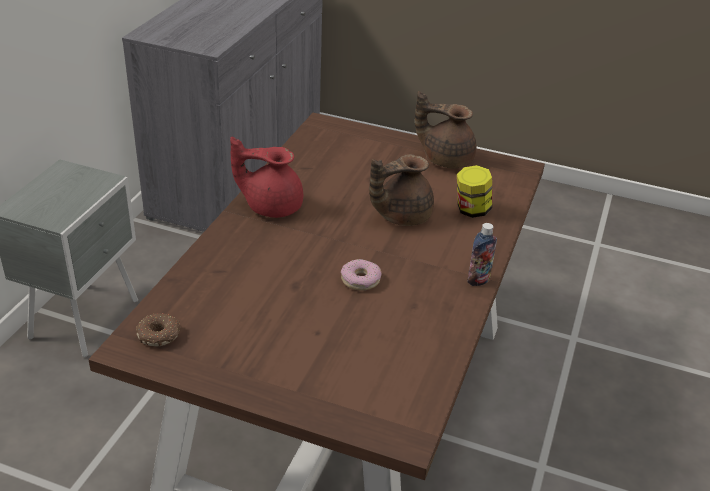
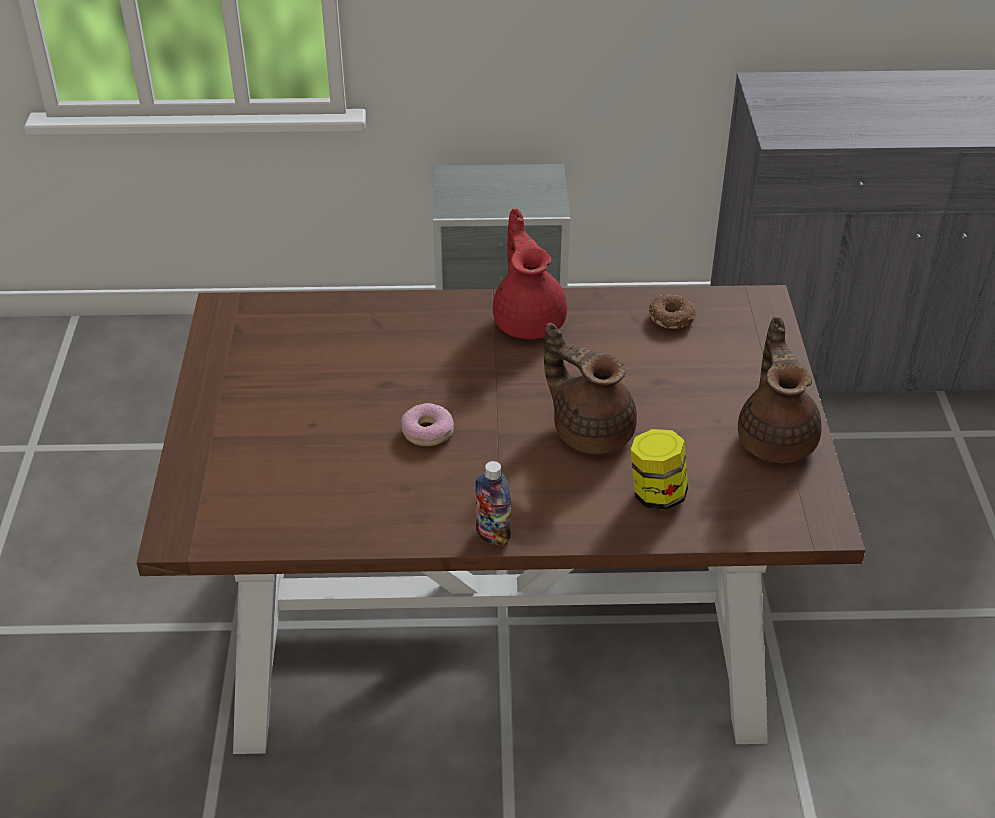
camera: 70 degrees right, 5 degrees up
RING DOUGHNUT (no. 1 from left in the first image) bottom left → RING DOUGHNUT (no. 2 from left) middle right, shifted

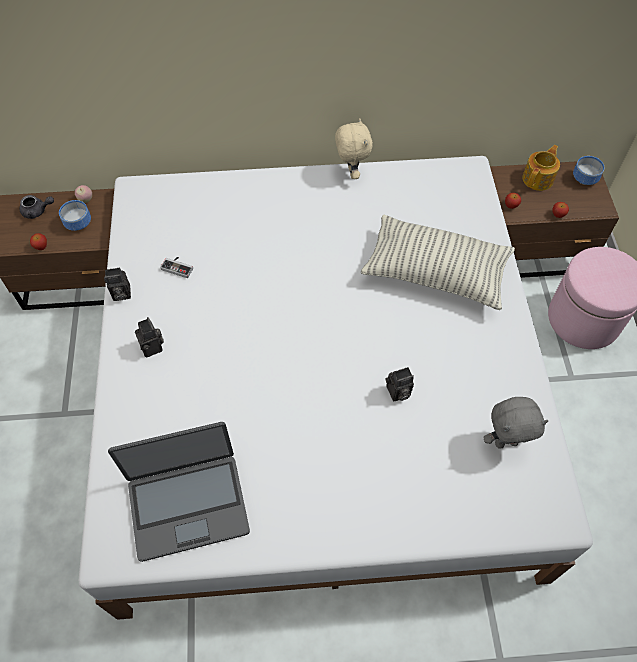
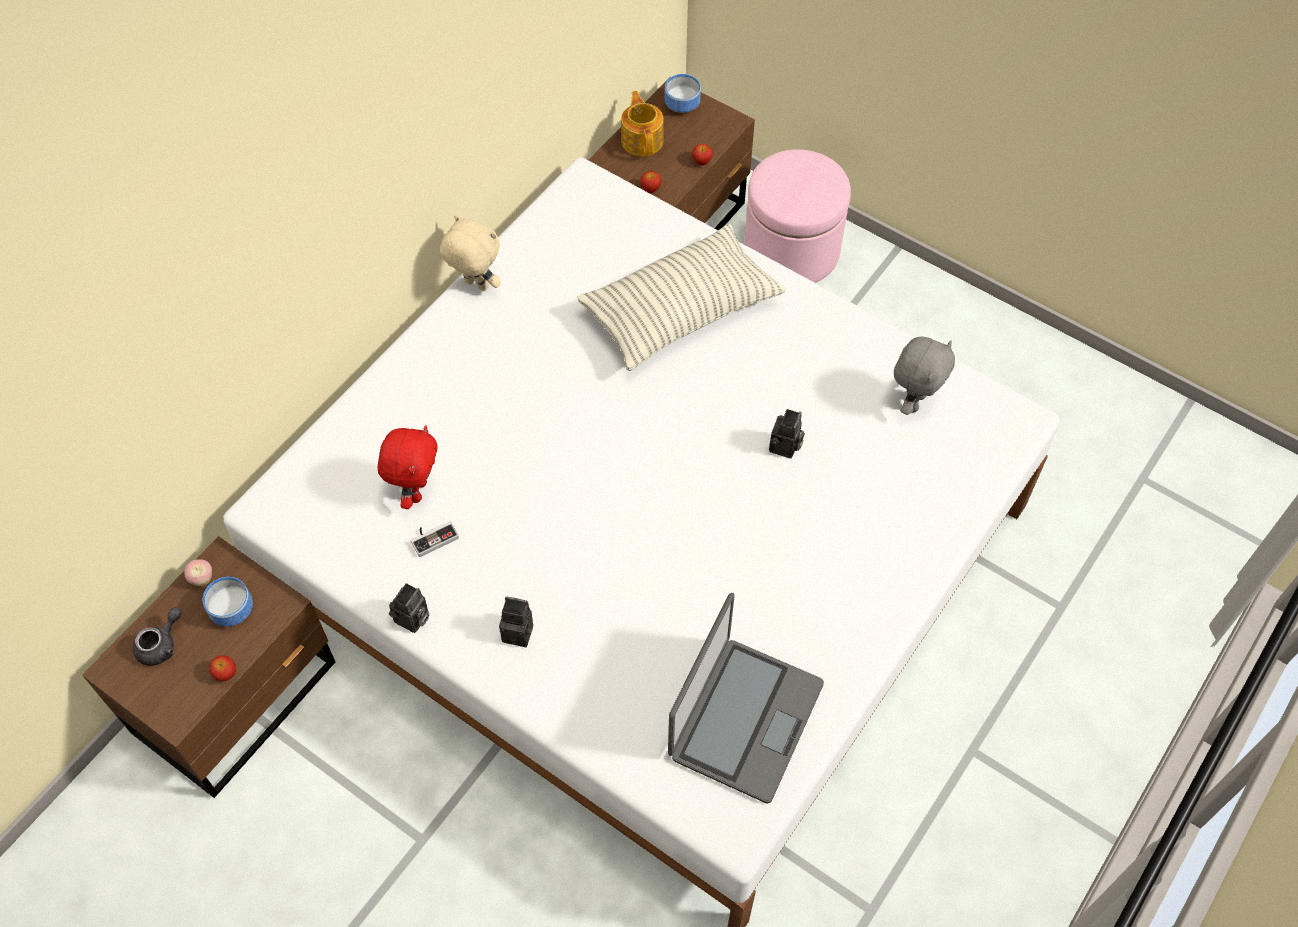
camera: 50 degrees left, 0 degrees up
- → REDDISH PLUSH TOY middle left

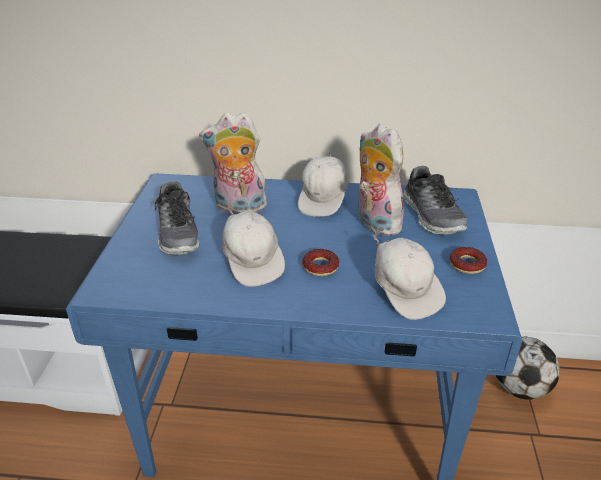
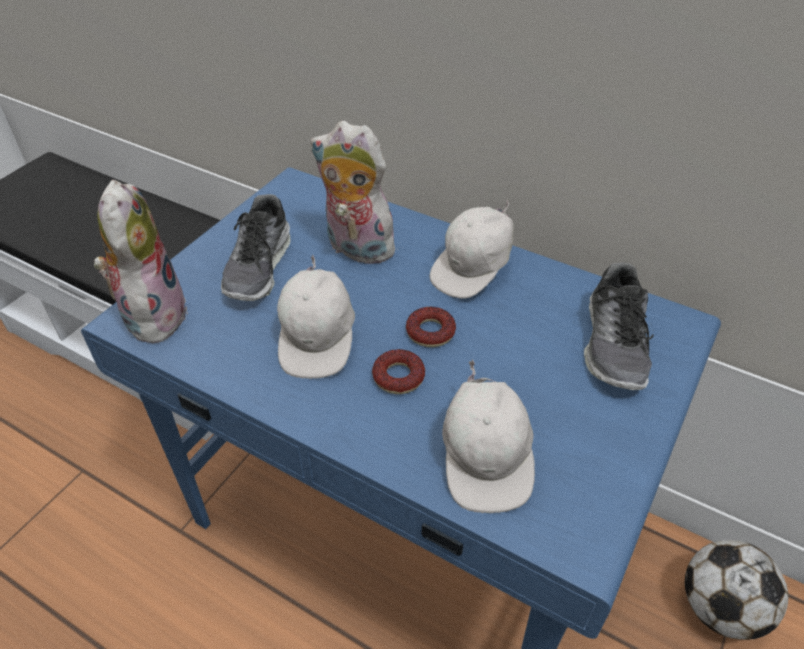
camera: 25 degrees right, 10 degrees up
PLUSH TOY (no. 2 from left in the first image) centre → PLUSH TOY (no. 1 from left) middle left, shifted
RING DOUGHNUT (no. 2 from left) middle right → RING DOUGHNUT (no. 2 from left) centre, shifted

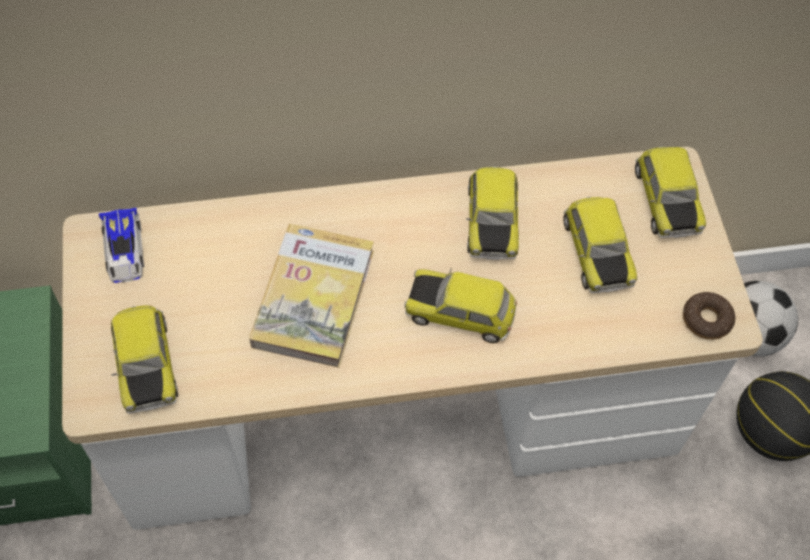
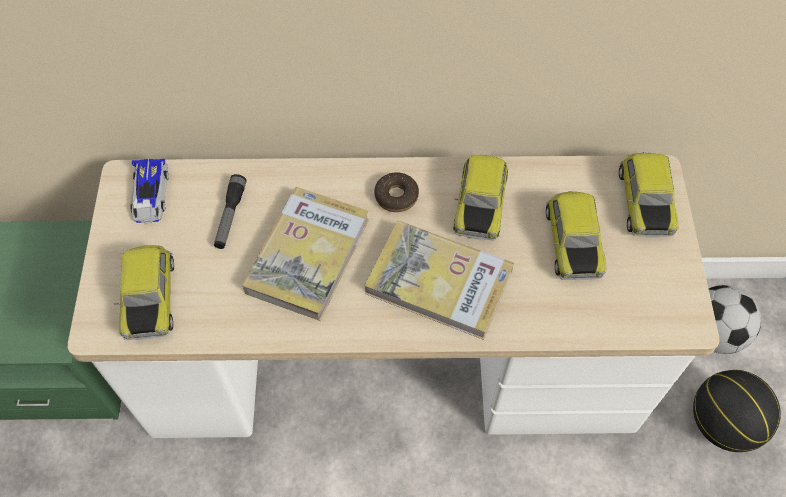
camera: 10 degrees right, 0 degrees up
MODEL CAR (no. 3 from left) centre → VOLUME (no. 2 from left) centre
RING DOUGHNUT middle right → RING DOUGHNUT centre, shifted
- → TORCH middle left

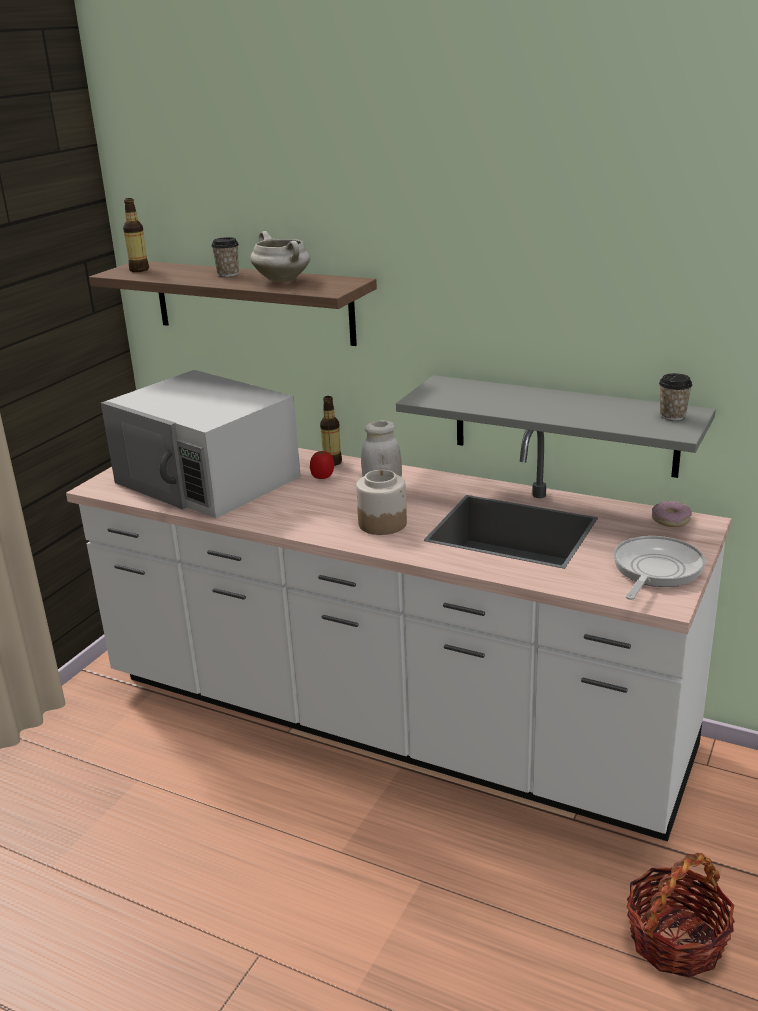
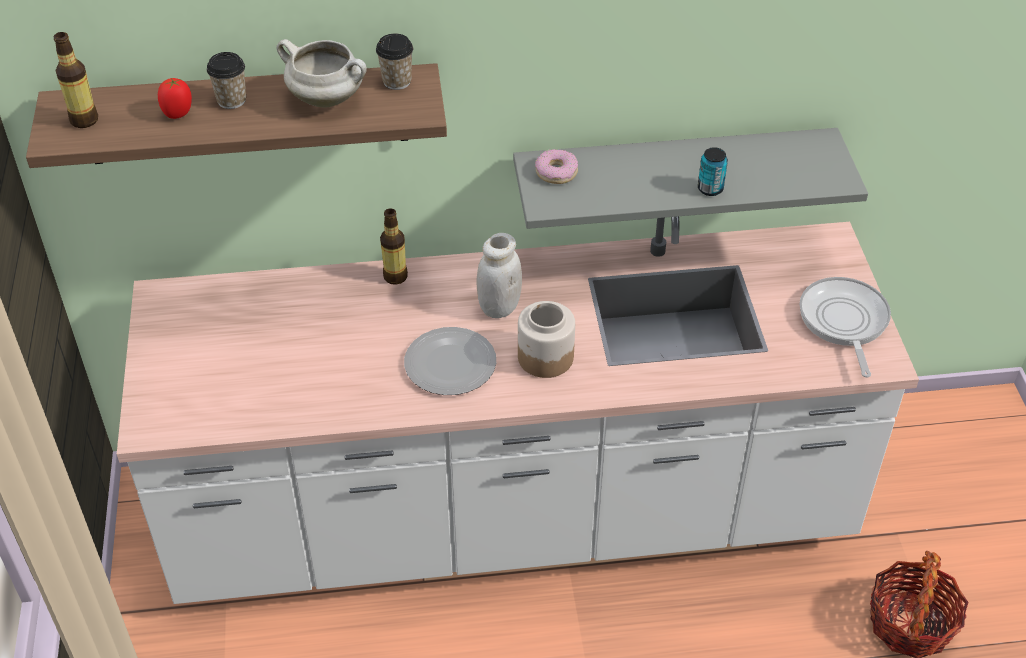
camera: 35 degrees left, 20 degrees up
WHITISH MICROWAVE middle left → -
WHOLE TOMATO centre → WHOLE TOMATO top left, shifted
RING DOUGHNUT middle right → RING DOUGHNUT top centre, shifted
SMALL CUP (no. 2 from left) middle right → SMALL CUP (no. 2 from left) top centre, shifted
- → DINNER PLATE centre
- → SEALED CAN top right

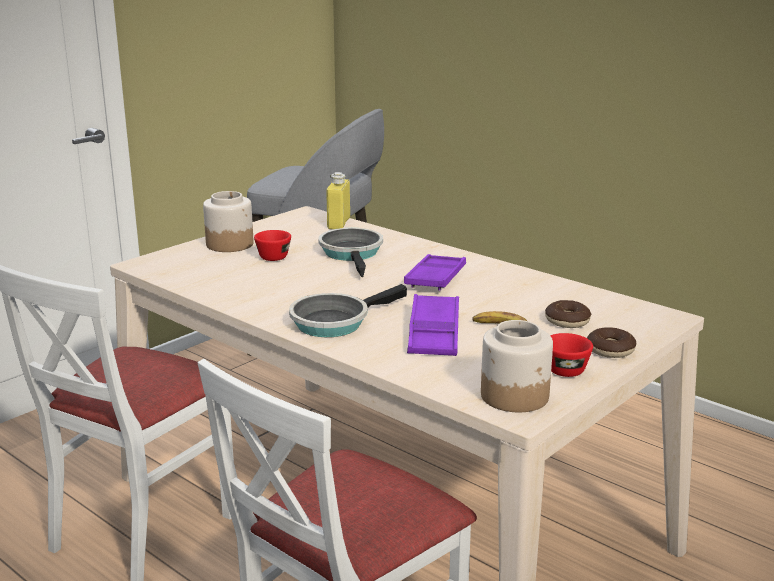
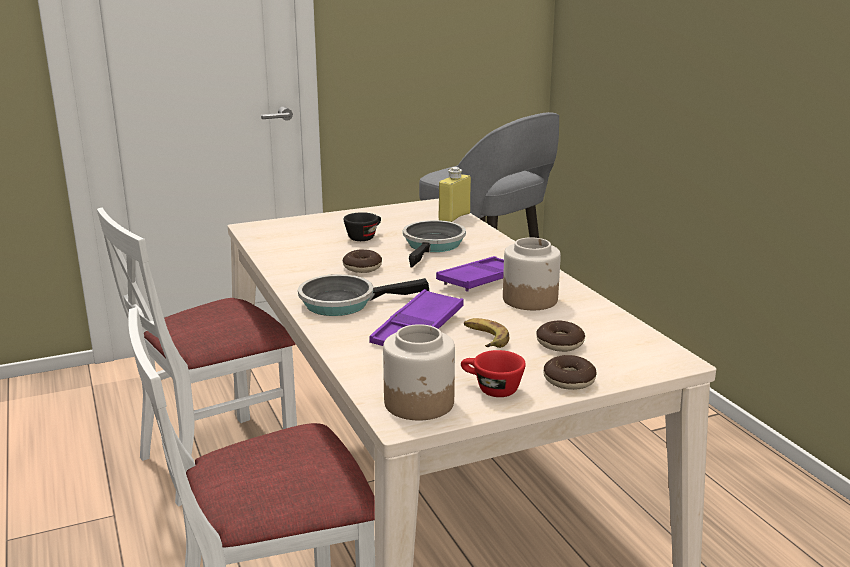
camera: 25 degrees right, 0 degrees up
STORAGE JAR (no. 1 from left in the first image) middle left → STORAGE JAR (no. 2 from left) centre, shifted
REDDISH SMALL CUP (no. 1 from left) centre → BLACKISH SMALL CUP centre
- → RING DOUGHNUT (no. 1 from left) centre

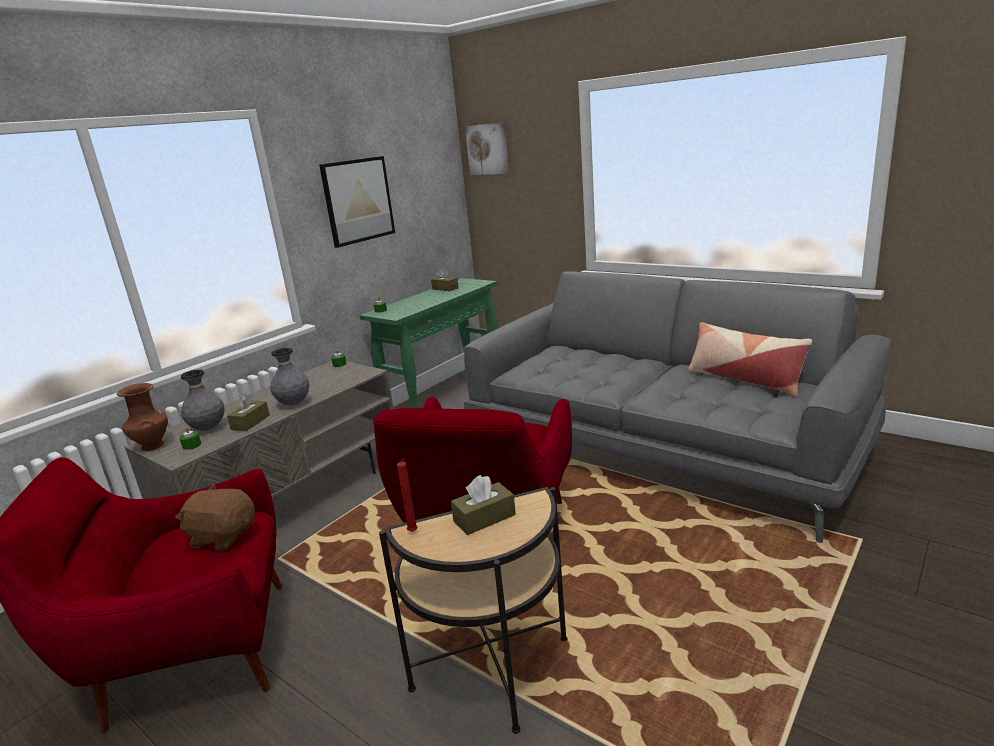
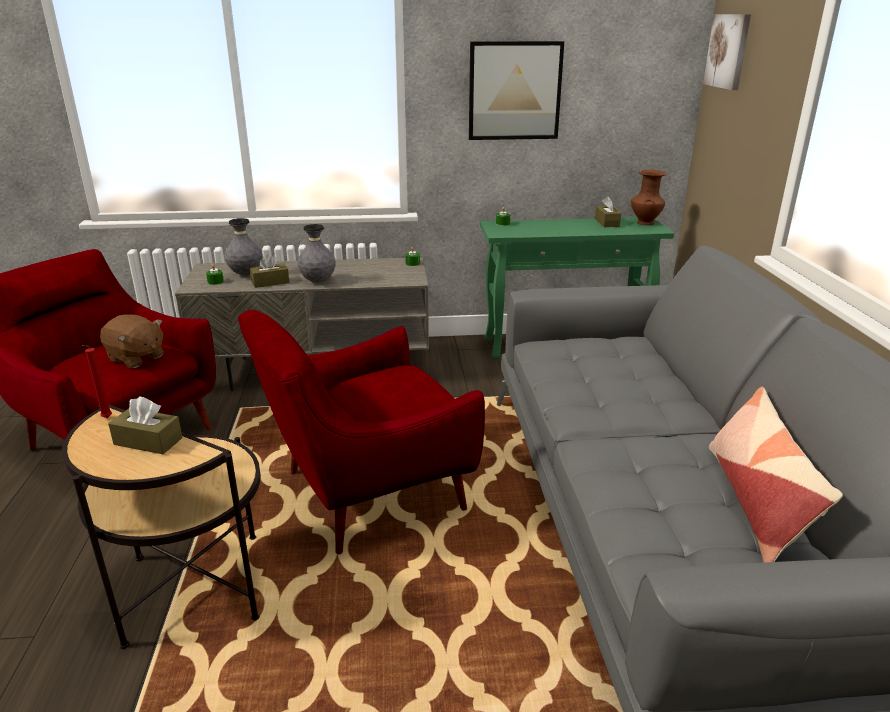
camera: 45 degrees right, 5 degrees up
BROWNISH FLOWER VASE middle left → BROWNISH FLOWER VASE top right, shifted
BROWNISH PLUSH TOY bottom left → BROWNISH PLUSH TOY middle left, 150 degrees clockwise

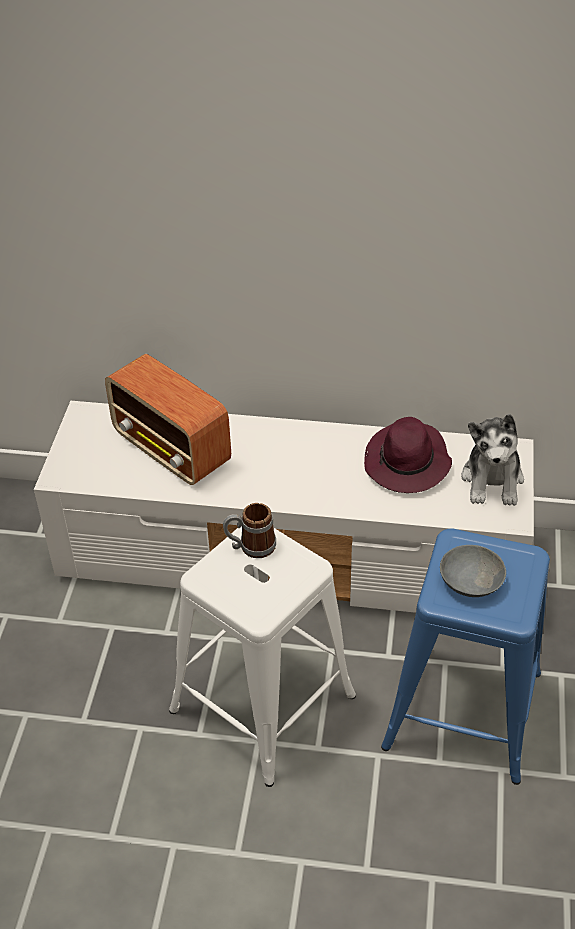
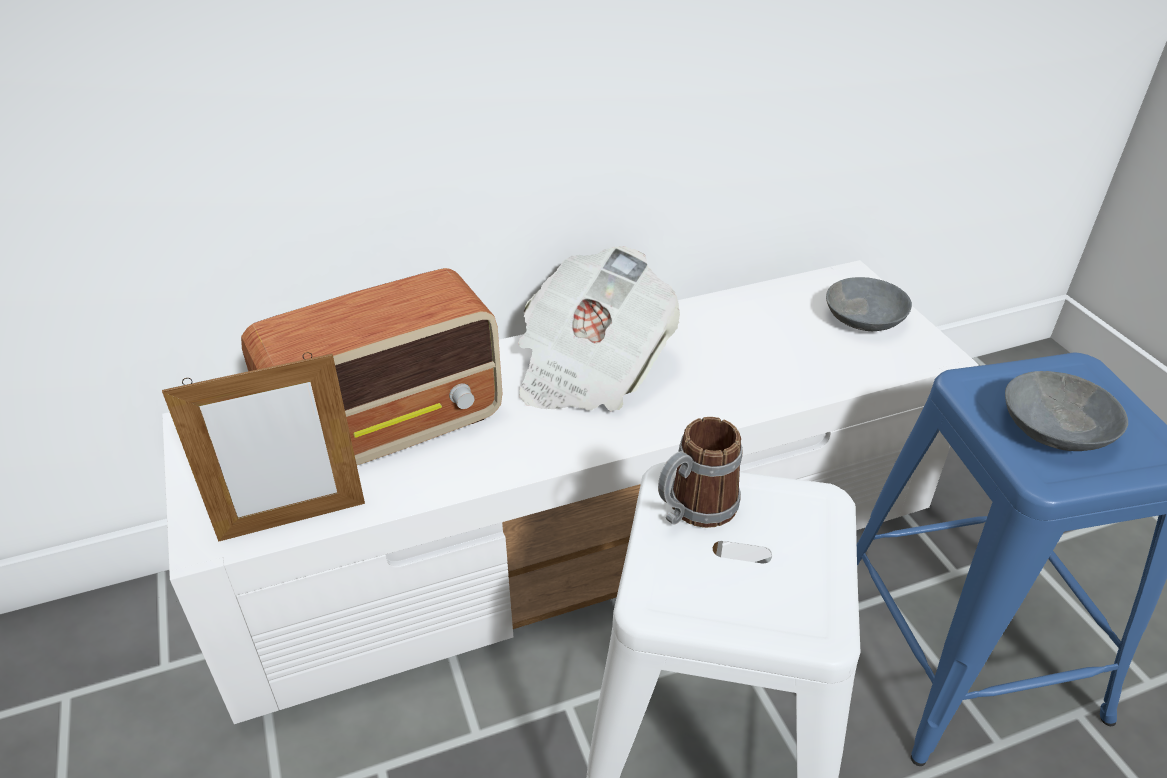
camera: 30 degrees left, 5 degrees down
RADIO middle left, 45 degrees counterclockwise
PURPLE WEARABLE HAT middle right → -
PLUSH TOY middle right → GREY BOWL (no. 1 from left) middle right
- → PICTURE FRAME middle left
- → NEWSPAPER centre

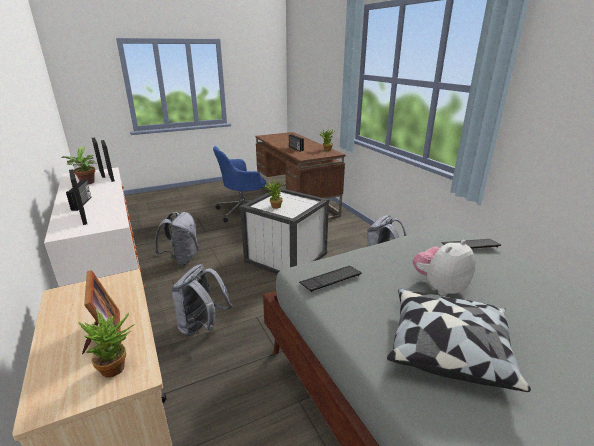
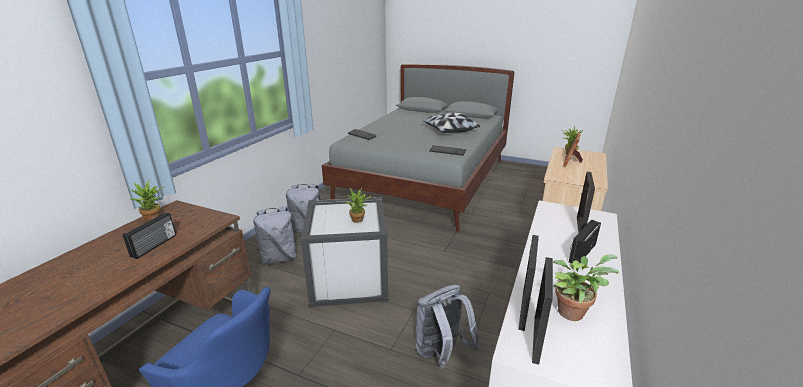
camera: 130 degrees left, 0 degrees up
GREY KNAPSACK (no. 2 from left in the first image) bottom centre → GREY KNAPSACK (no. 1 from left) centre, shifted
PLUSH TOY middle right → -

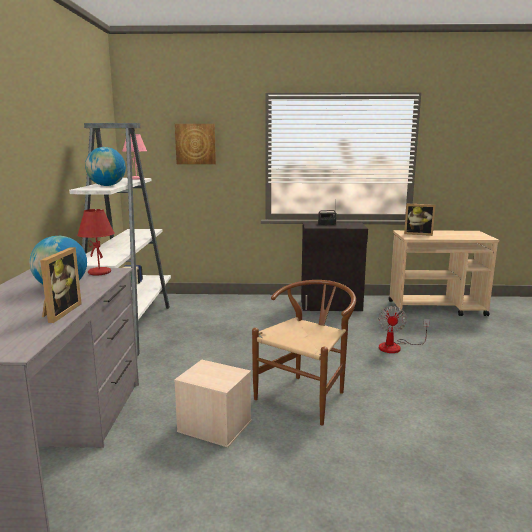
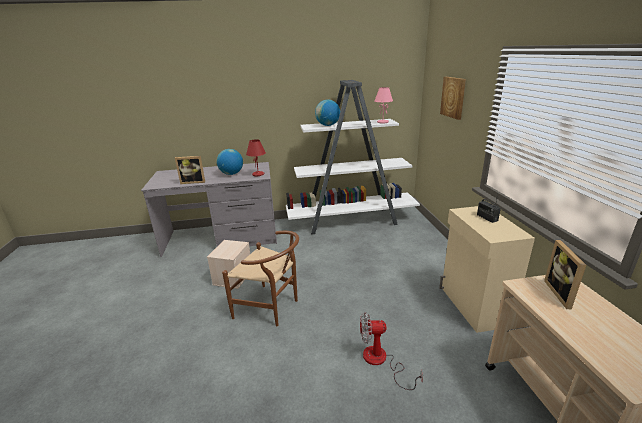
camera: 80 degrees right, 10 degrees up
BLACKISH CABINET centre → BEIGE-COLOURED CABINET middle right

